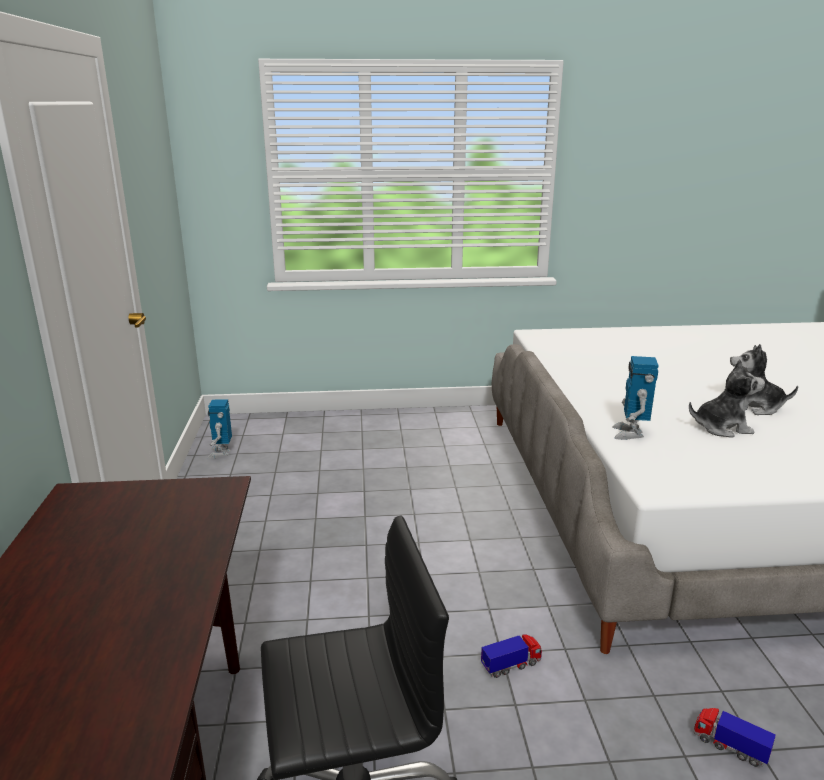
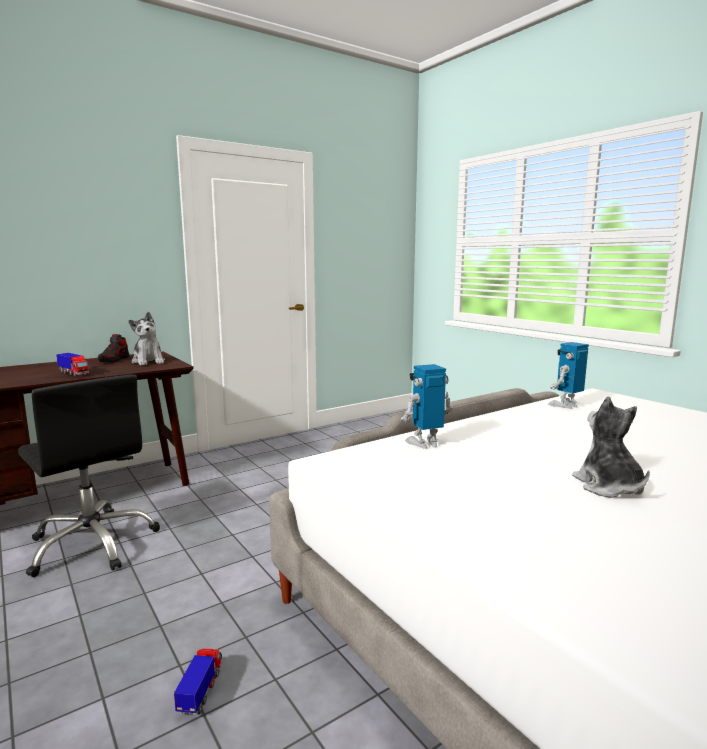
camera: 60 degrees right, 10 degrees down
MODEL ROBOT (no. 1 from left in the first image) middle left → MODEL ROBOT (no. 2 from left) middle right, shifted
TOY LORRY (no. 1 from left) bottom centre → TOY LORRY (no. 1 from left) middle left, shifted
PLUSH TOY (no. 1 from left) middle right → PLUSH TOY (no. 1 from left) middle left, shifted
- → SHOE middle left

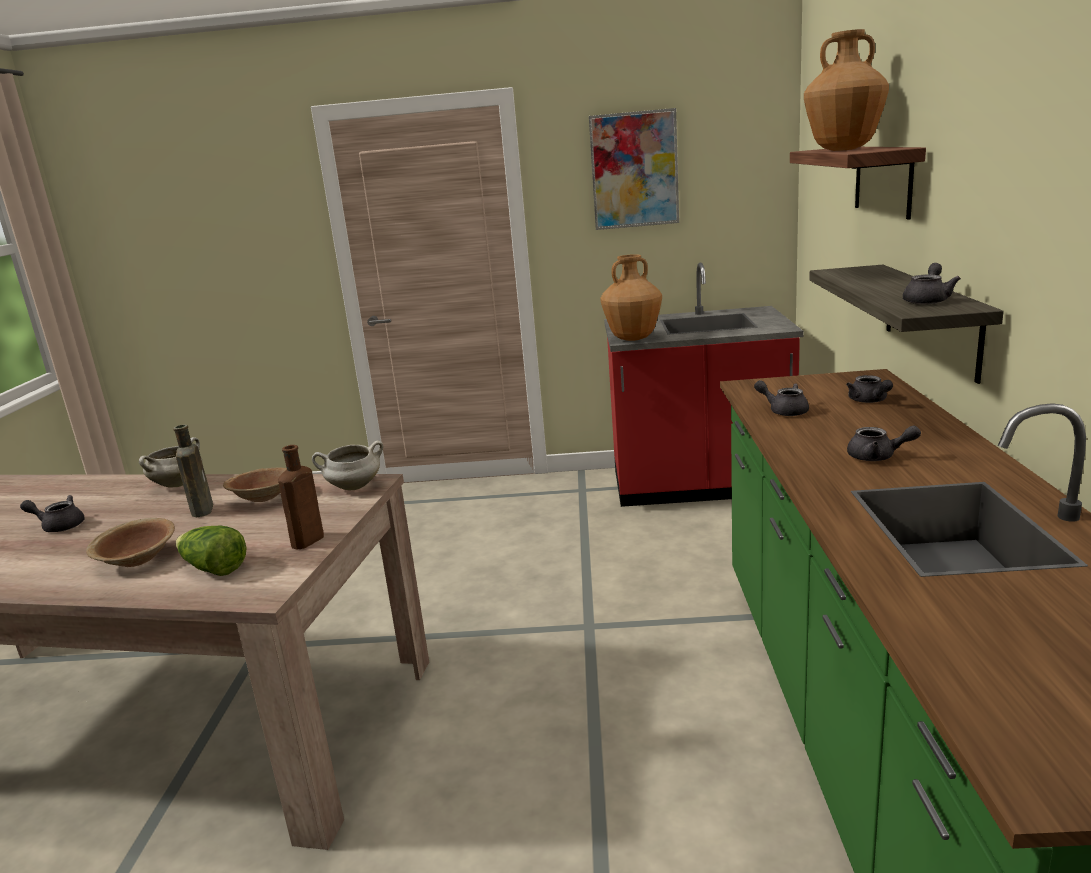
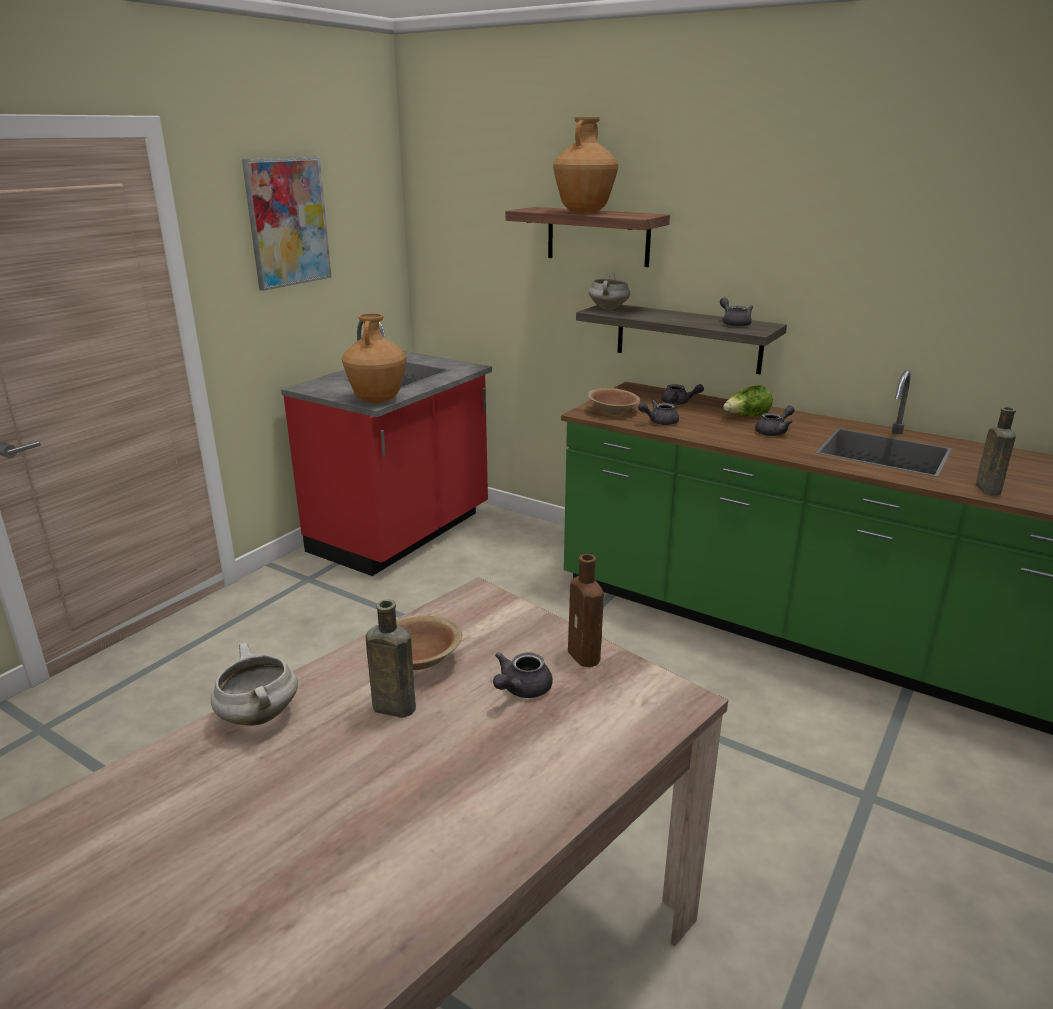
camera: 60 degrees left, 5 degrees up
GREY POT FOR TEA (no. 1 from left) middle left → GREY POT FOR TEA (no. 1 from left) bottom centre, shifted
BROWNISH BOWL (no. 1 from left in the first image) middle left → BROWNISH BOWL (no. 2 from left) centre, shifted
HEAD OF LETTUCE middle left → HEAD OF LETTUCE middle right, shifted
WHITISH STOCKPOT (no. 2 from left) middle left → WHITISH STOCKPOT (no. 2 from left) top centre, shifted
- → BROWNISH BOTTLE (no. 3 from left) middle right

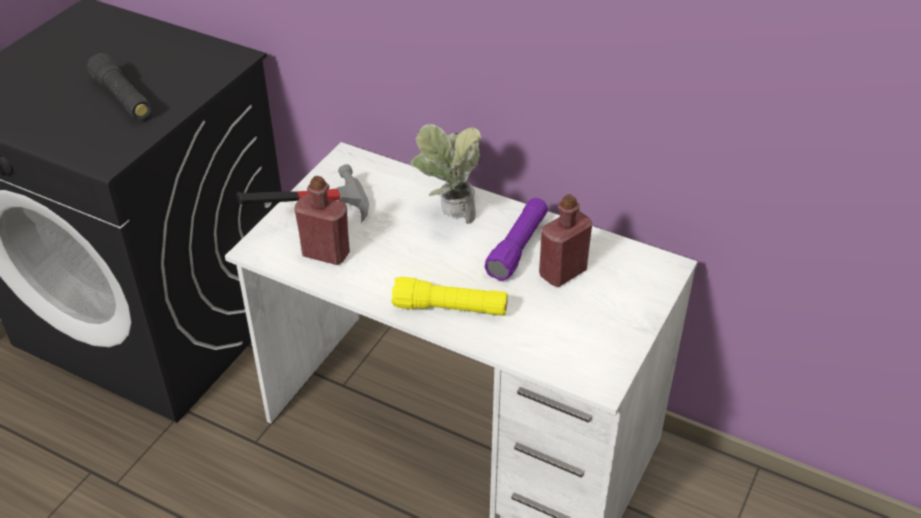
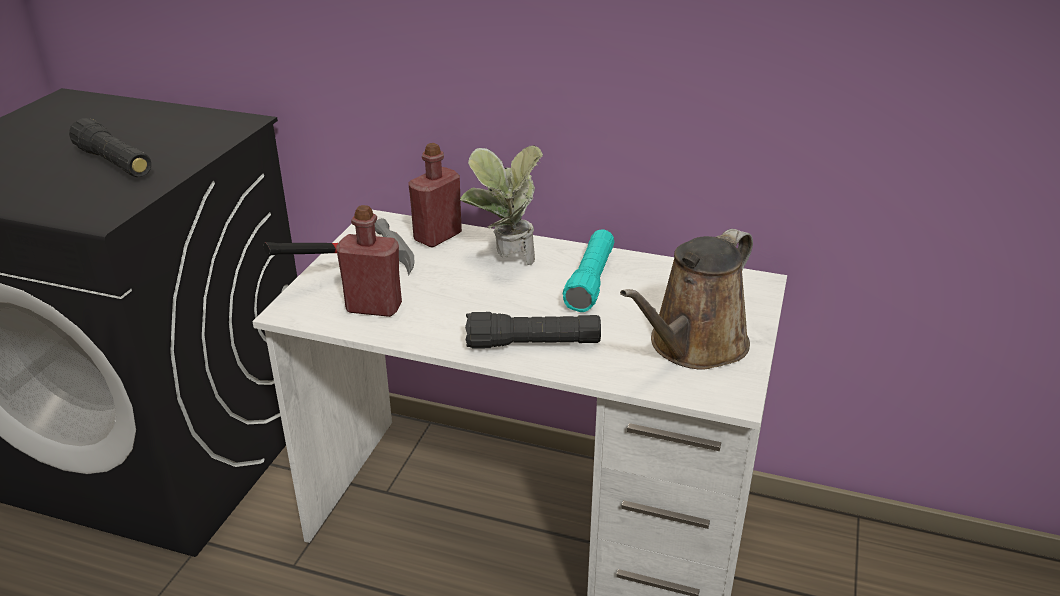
camera: 10 degrees left, 10 degrees down
YELLOW TORCH centre → BLACKISH TORCH (no. 2 from left) centre
PURPLE TORCH centre → BLUE-GREEN TORCH centre
REDDISH BOTTLE (no. 2 from left) centre → REDDISH BOTTLE (no. 2 from left) top centre, shifted
- → BROWNISH SPRINKLING CAN centre

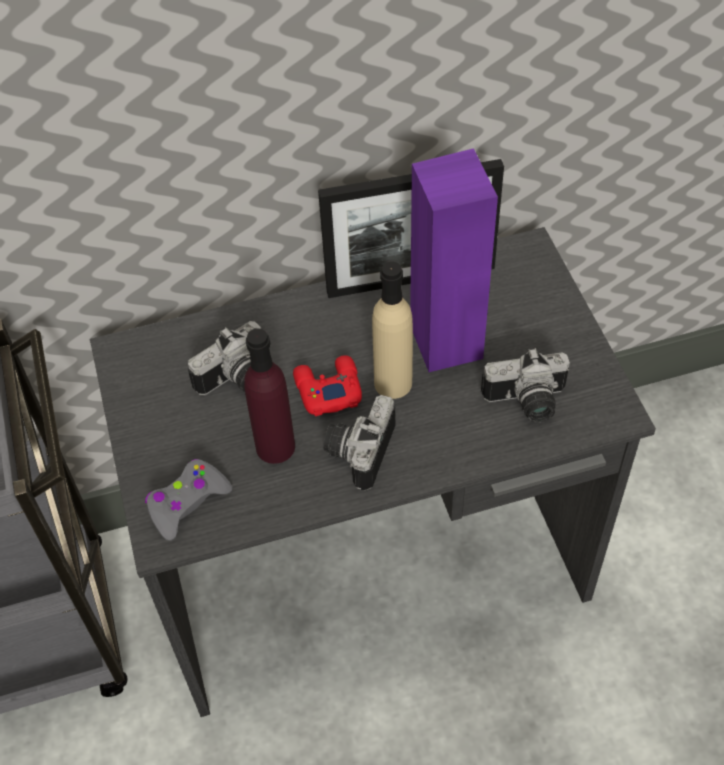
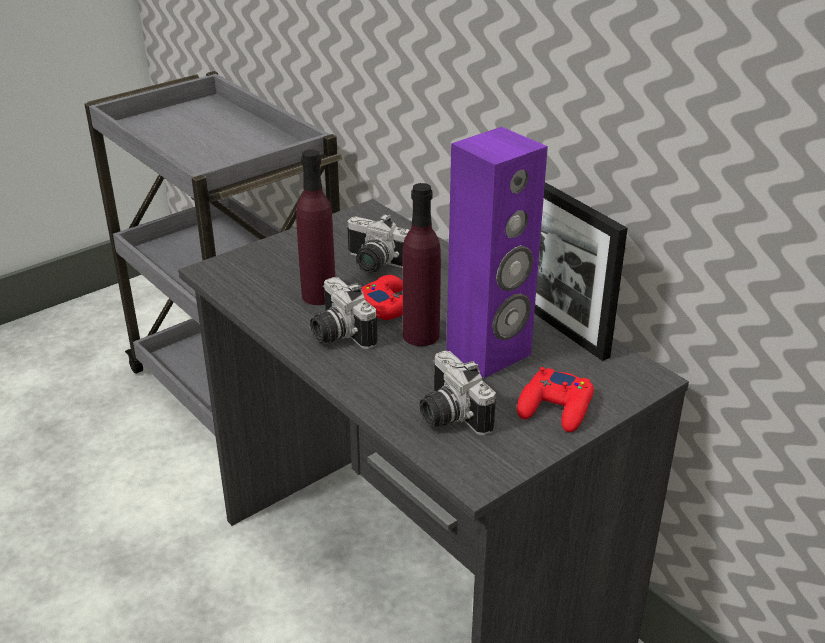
camera: 65 degrees right, 20 degrees down
GREY JOYPAD middle left → -
PHOTO CAMERA (no. 2 from left in the first image) centre → PHOTO CAMERA (no. 1 from left) centre, 120 degrees counterclockwise
BEIGE-COLOURED BOTTLE centre → PURPLE BOTTLE (no. 2 from left) centre
- → REDDISH JOYPAD (no. 2 from left) middle right

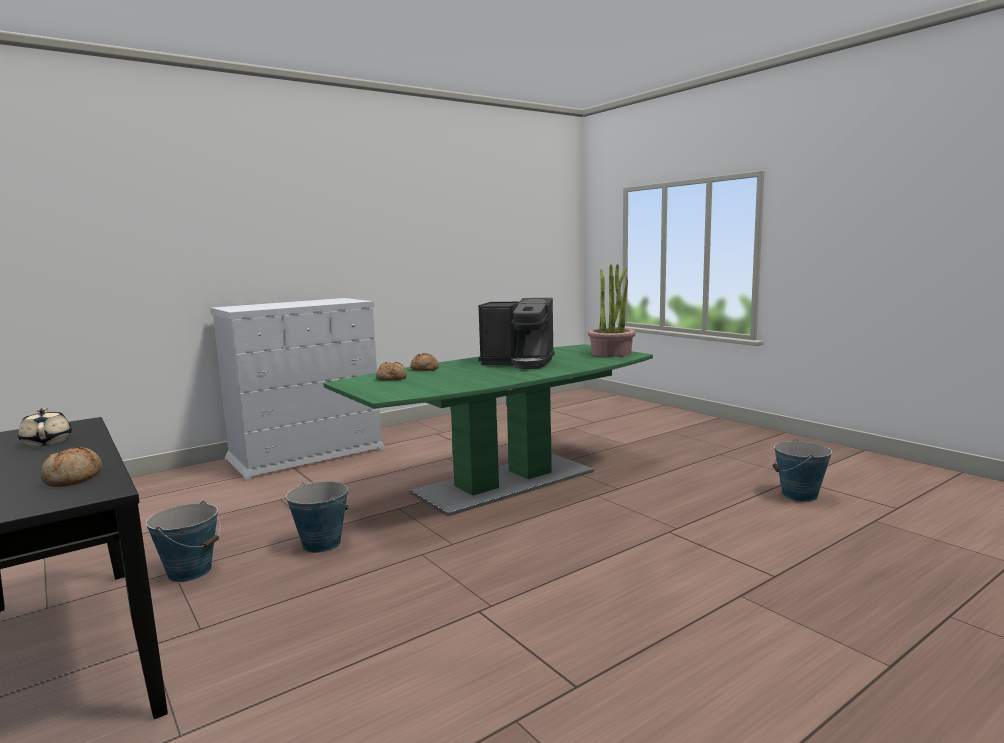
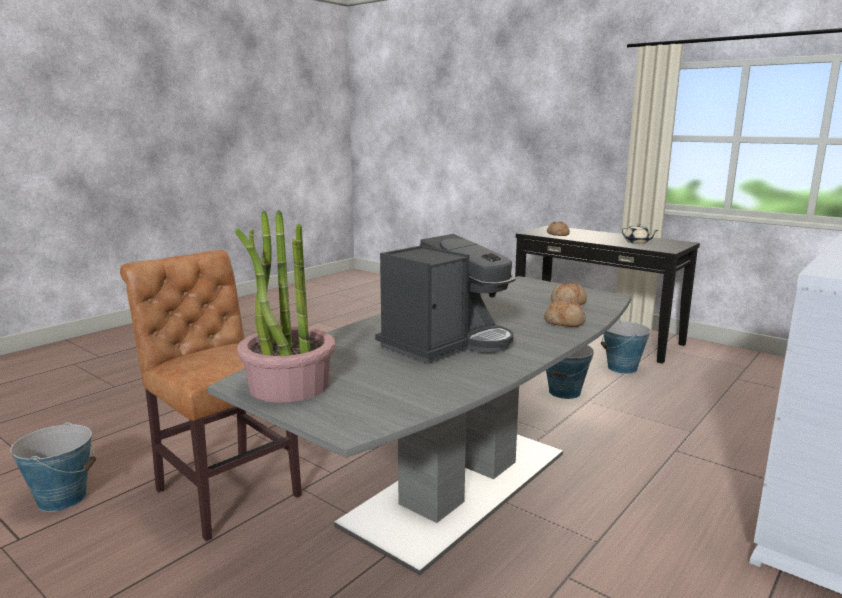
camera: 165 degrees right, 5 degrees up
GREEN-COLOURED DINING TABLE centre → GREY DINING TABLE bottom centre
COFFEE MAKER centre, 135 degrees clockwise
- → BROWNISH PLAIN CHAIR middle left

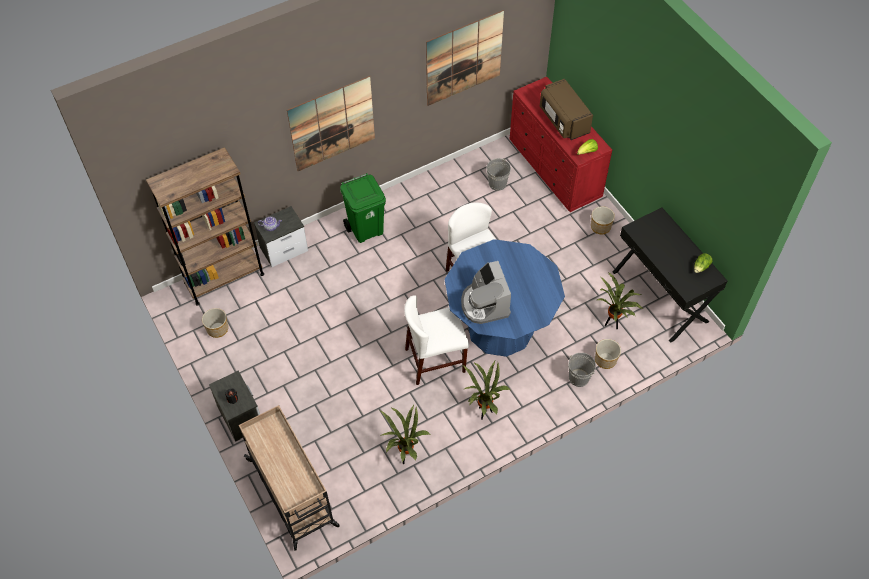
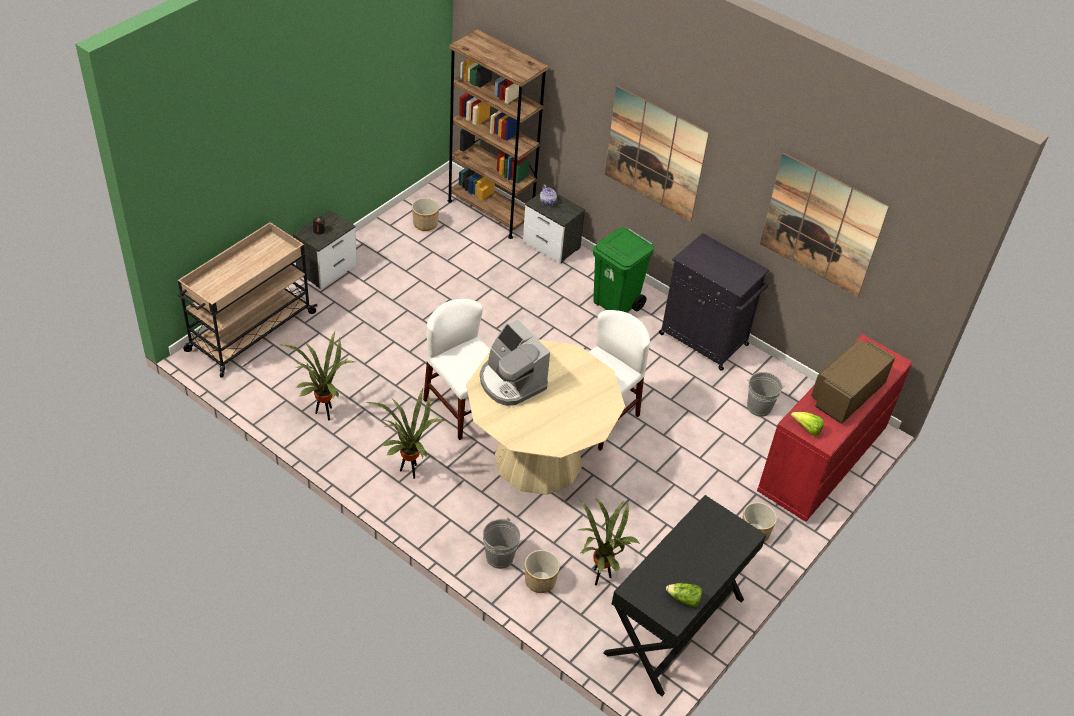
camera: 65 degrees right, 10 degrees down
BLUE DINING TABLE centre → BEIGE-COLOURED DINING TABLE centre
COFFEE MAKER centre, 90 degrees counterclockwise
- → BLACKISH CABINET centre

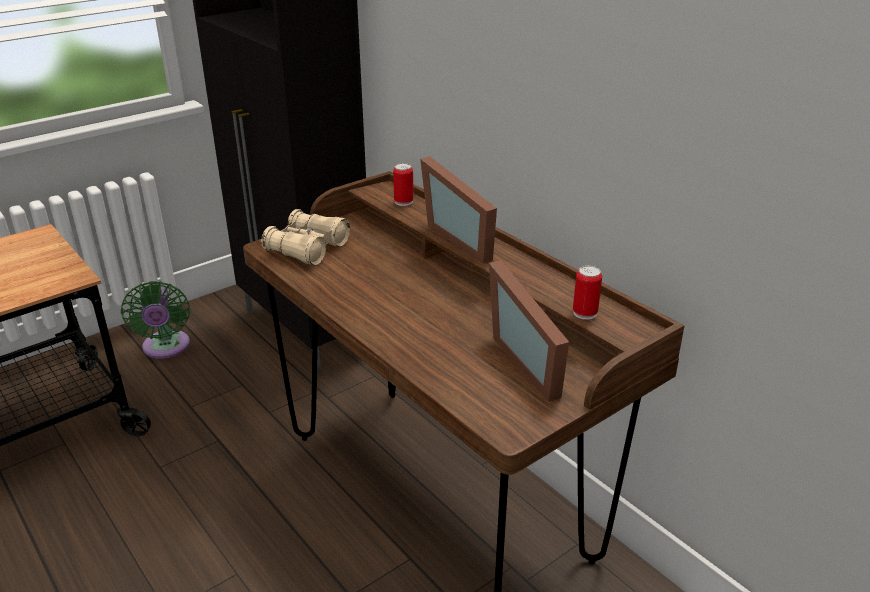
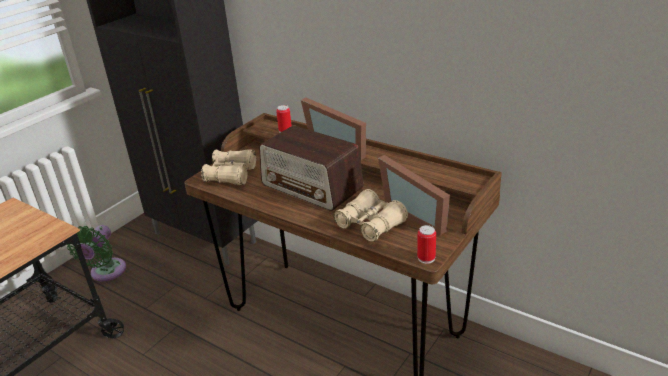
camera: 15 degrees left, 0 degrees up
GREEN-COLOURED FAN middle left → GREEN-COLOURED FAN bottom left, 45 degrees clockwise
SEALED CAN (no. 2 from left) middle right → SEALED CAN (no. 2 from left) centre, shifted
- → RADIO centre
- → BEIGE-COLOURED BINOCULARS (no. 2 from left) centre

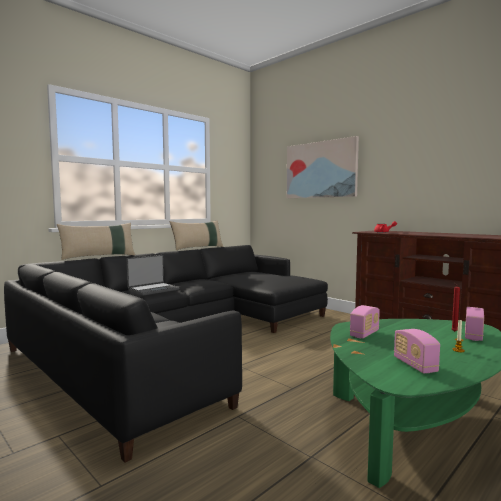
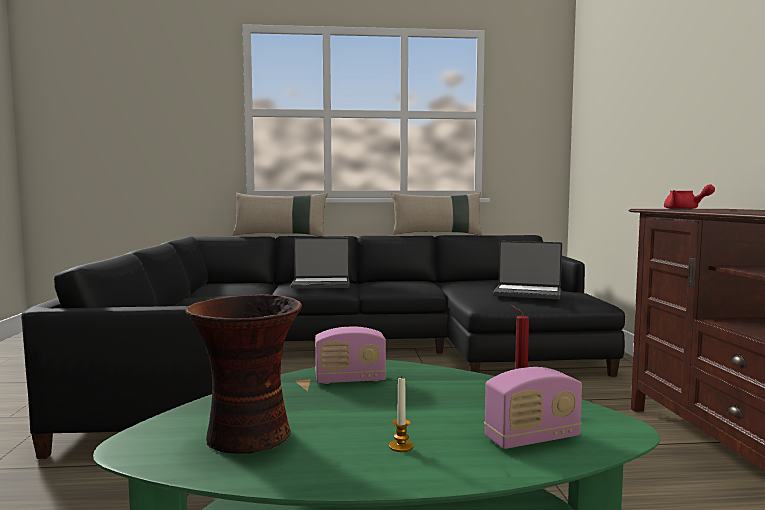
camera: 40 degrees right, 0 degrees up
WALL PICTURE centre → -
RADIO (no. 2 from left) bottom right → FLOWER VASE bottom left
- → NOTEBOOK COMPUTER (no. 2 from left) middle right

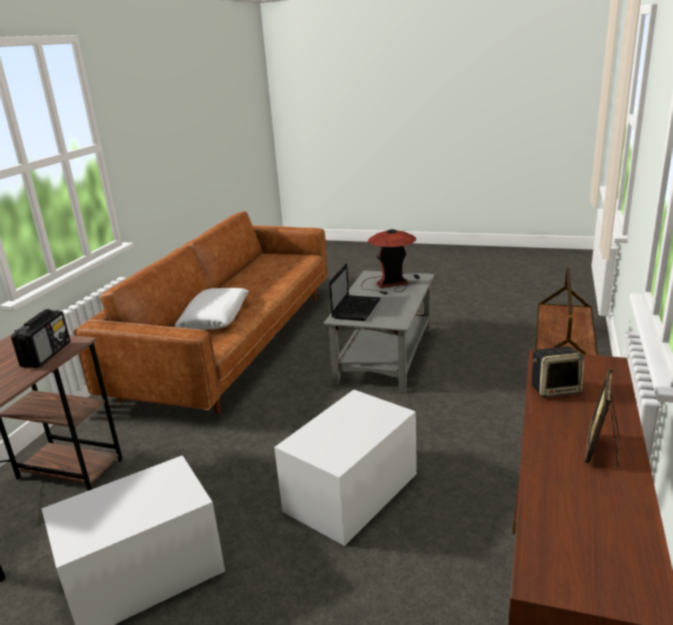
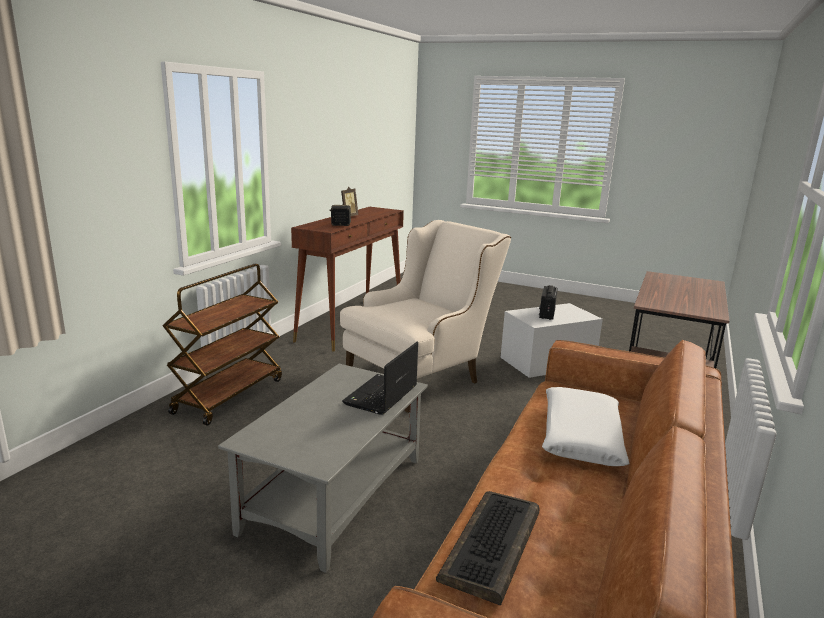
camera: 175 degrees left, 5 degrees down
RADIO middle left → RADIO centre, shifted
WHITISH STORAGE BOX (no. 2 from left) bottom centre → BEIGE-COLOURED LOUNGE CHAIR centre
TABLETOP LAMP centre → -
- → PC KEYBOARD bottom centre

